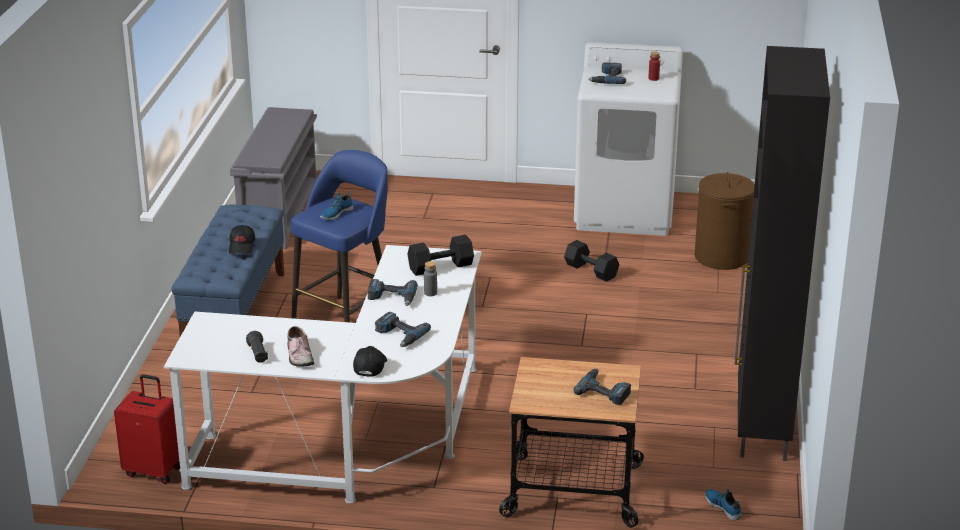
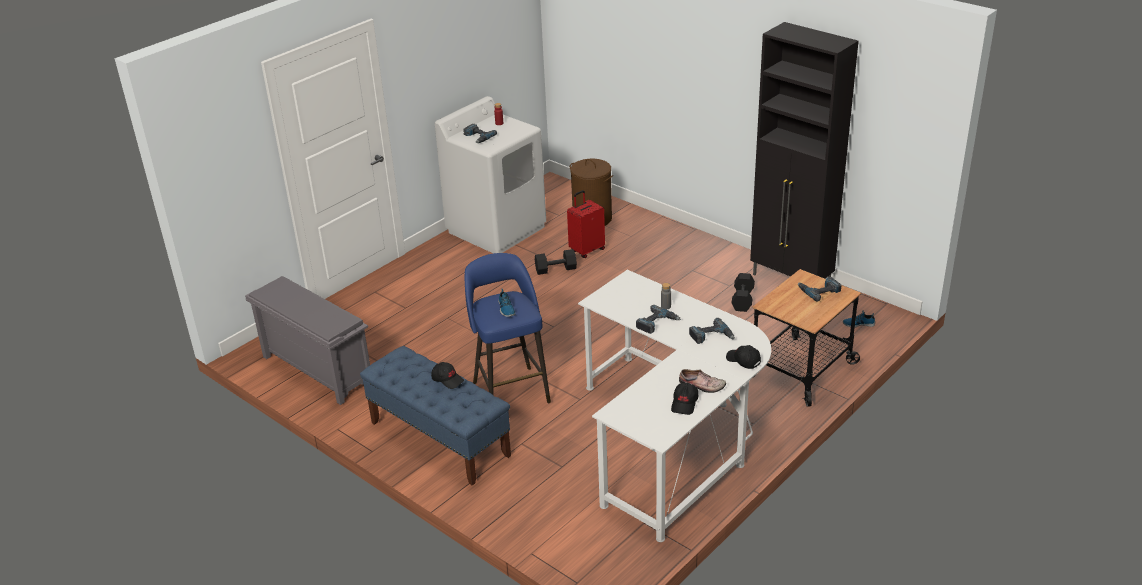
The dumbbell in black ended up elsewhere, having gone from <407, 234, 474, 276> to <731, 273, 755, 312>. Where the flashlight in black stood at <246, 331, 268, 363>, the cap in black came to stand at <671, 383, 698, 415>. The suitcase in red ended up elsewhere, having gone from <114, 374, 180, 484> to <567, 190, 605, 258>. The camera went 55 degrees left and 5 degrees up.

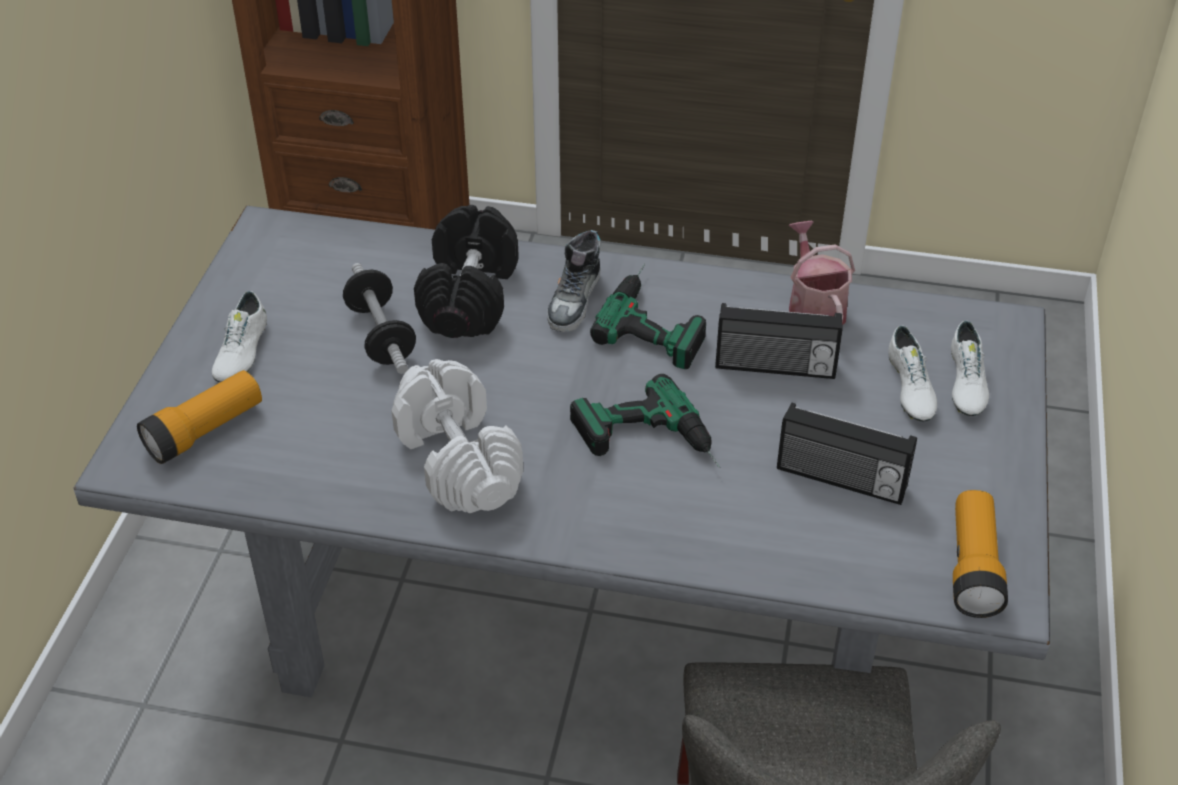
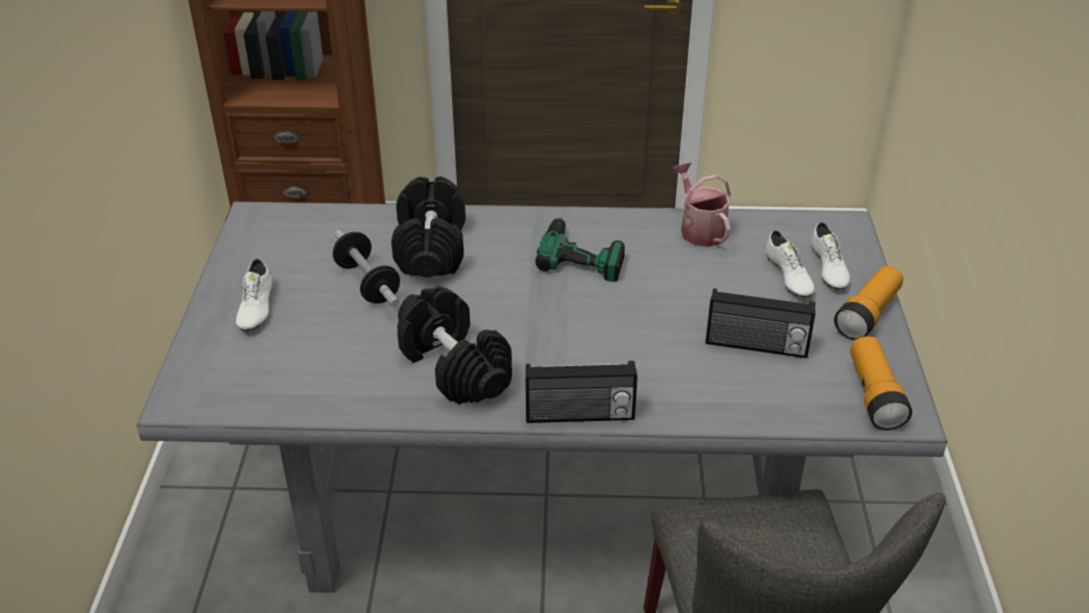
The second view lost the shoe at <547, 230, 601, 332>. The radio ended up elsewhere, having gone from <715, 303, 843, 379> to <525, 361, 637, 423>. What was the dumbbell in white at <391, 359, 523, 513> turned into the dumbbell in black at <397, 286, 512, 405>. The flashlight ended up elsewhere, having gone from <137, 370, 262, 464> to <834, 266, 903, 340>. The second view lost the power drill at <570, 374, 720, 468>. The camera went 10 degrees left and 5 degrees down.

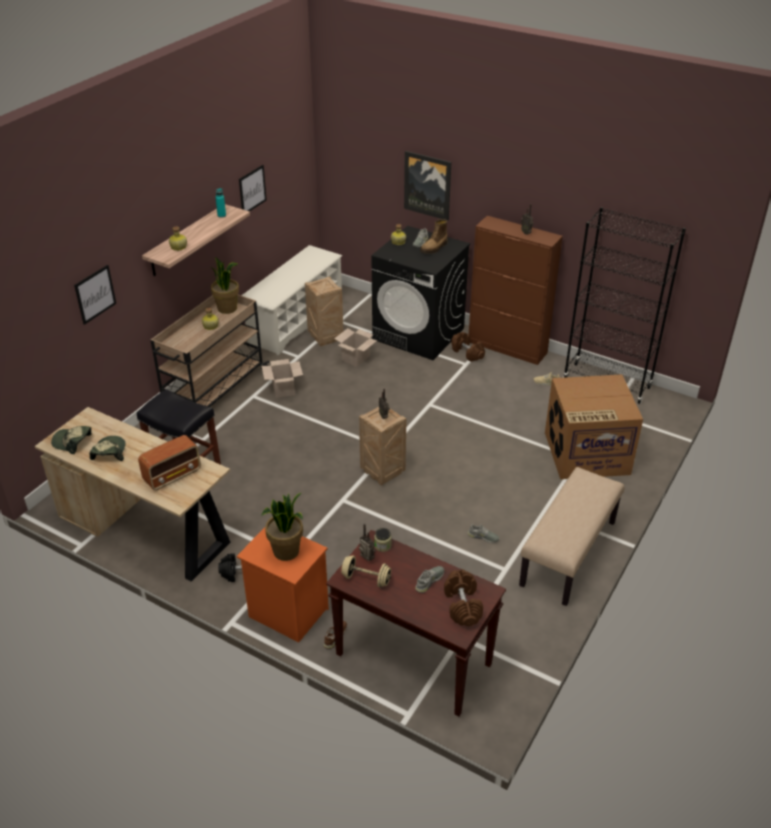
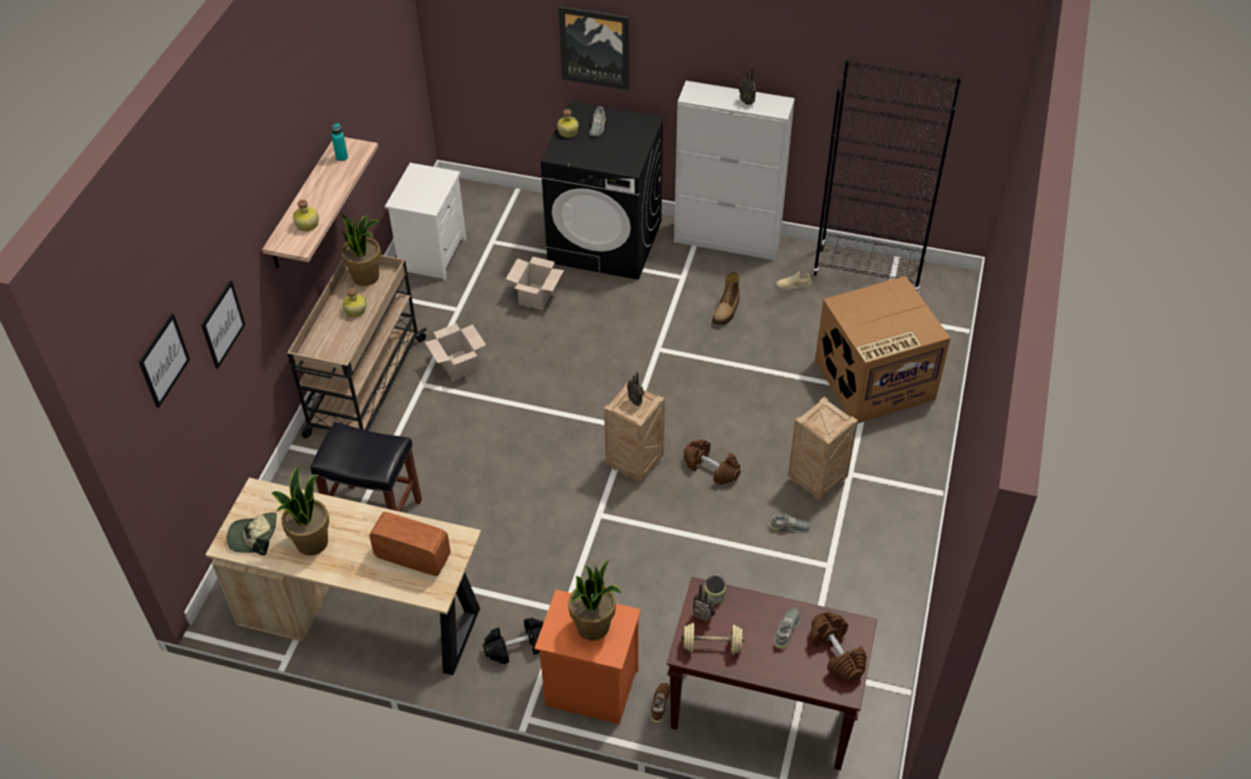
The picture ended up elsewhere, having gone from <239, 165, 267, 211> to <139, 313, 190, 408>. What was the cabinet in brown at <469, 216, 563, 365> turned into the cabinet in white at <674, 81, 795, 260>. The boot ended up elsewhere, having gone from <420, 219, 447, 254> to <712, 271, 740, 325>. Where the shoe rack in white stood at <241, 245, 342, 355>, the nightstand in white came to stand at <385, 163, 466, 280>. The crate ended up elsewhere, having gone from <305, 276, 343, 346> to <788, 397, 858, 501>. The dumbbell in brown ended up elsewhere, having gone from <451, 332, 485, 362> to <684, 439, 741, 485>. The radio at <138, 435, 201, 490> ended up facing another way, 105 degrees counterclockwise from before. Where the cap stood at <89, 436, 126, 461>, the potted plant came to stand at <272, 466, 330, 556>. The second view lost the bench in beige at <519, 467, 625, 606>. The camera went 15 degrees left and 10 degrees up.

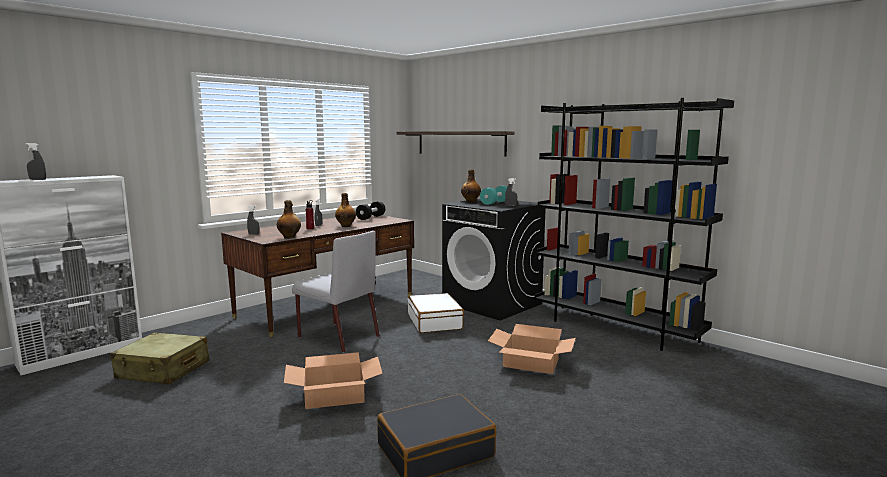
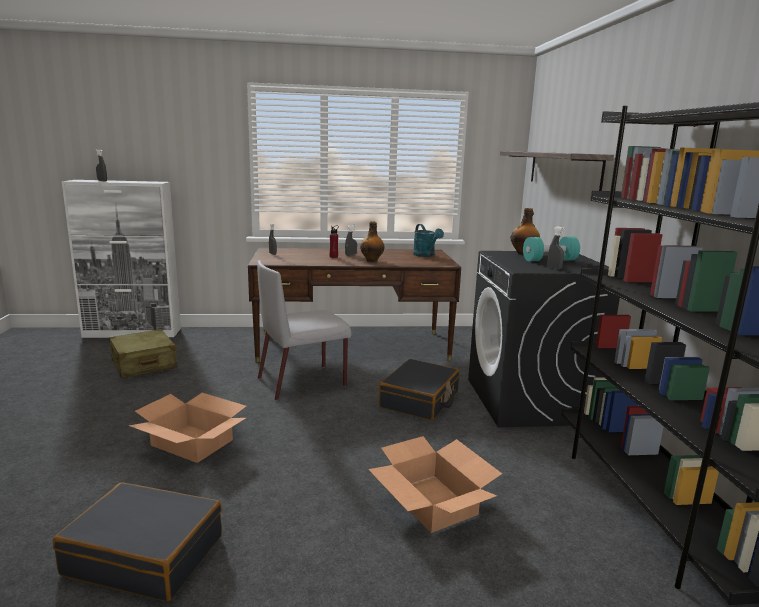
The second view lost the bottle at <277, 200, 301, 239>. Where the dumbbell in black stood at <356, 201, 385, 220>, the watering can in turquoise came to stand at <413, 224, 444, 257>. The chair in grey at <292, 231, 380, 353> ended up facing another way, 75 degrees clockwise from before. What was the suitcase in white at <408, 293, 464, 333> turned into the suitcase in black at <379, 359, 459, 421>. The camera went 40 degrees right and 5 degrees up.

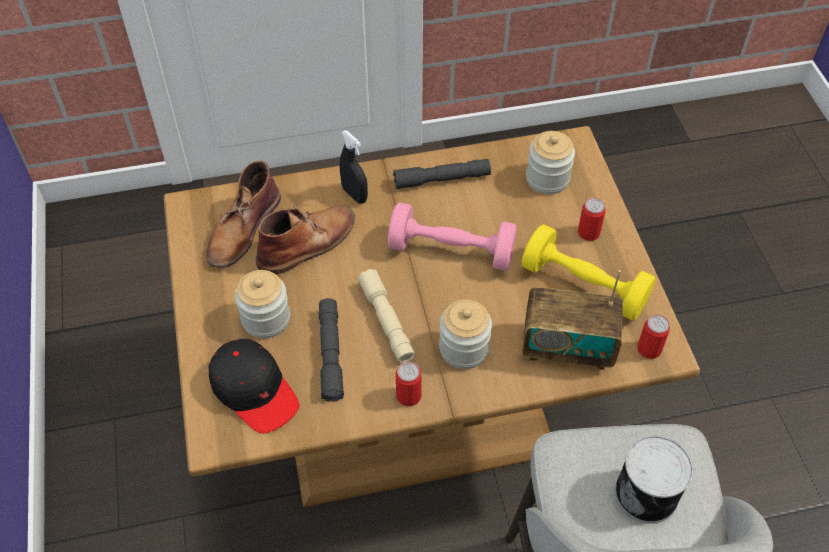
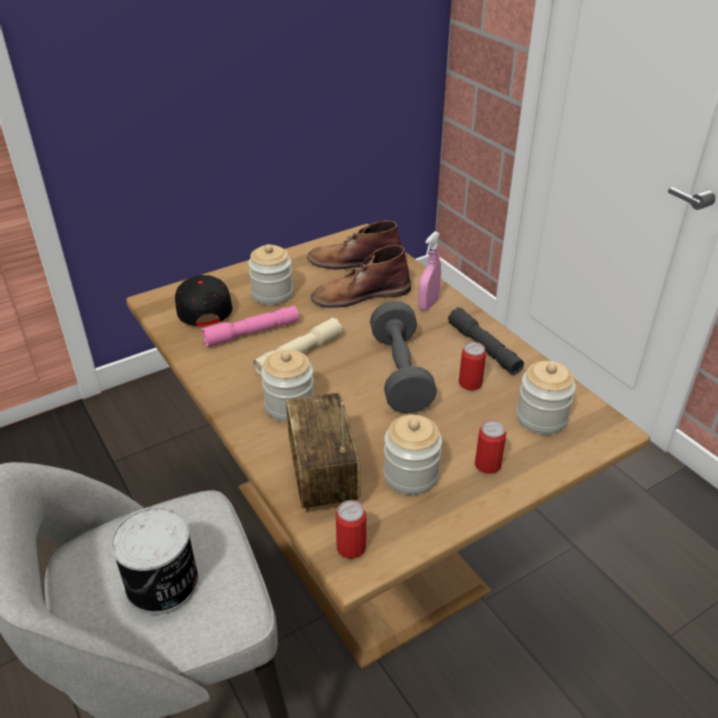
What was the spray bottle in black at <340, 130, 368, 204> turned into the spray bottle in pink at <418, 231, 441, 311>. What was the dumbbell in pink at <388, 202, 517, 271> turned into the dumbbell in grey at <370, 301, 437, 413>. The boot in brown at <256, 205, 355, 274> ended up facing another way, 135 degrees clockwise from before. Where the dumbbell in yellow stood at <522, 224, 656, 321>, the jar came to stand at <383, 415, 442, 495>. What was the flashlight in grey at <319, 298, 344, 402> turned into the flashlight in pink at <201, 306, 299, 347>. The cap in black at <208, 339, 299, 434> ended up facing another way, 135 degrees clockwise from before. The can ended up elsewhere, having gone from <396, 362, 422, 406> to <459, 342, 486, 390>. The camera went 70 degrees right and 15 degrees down.

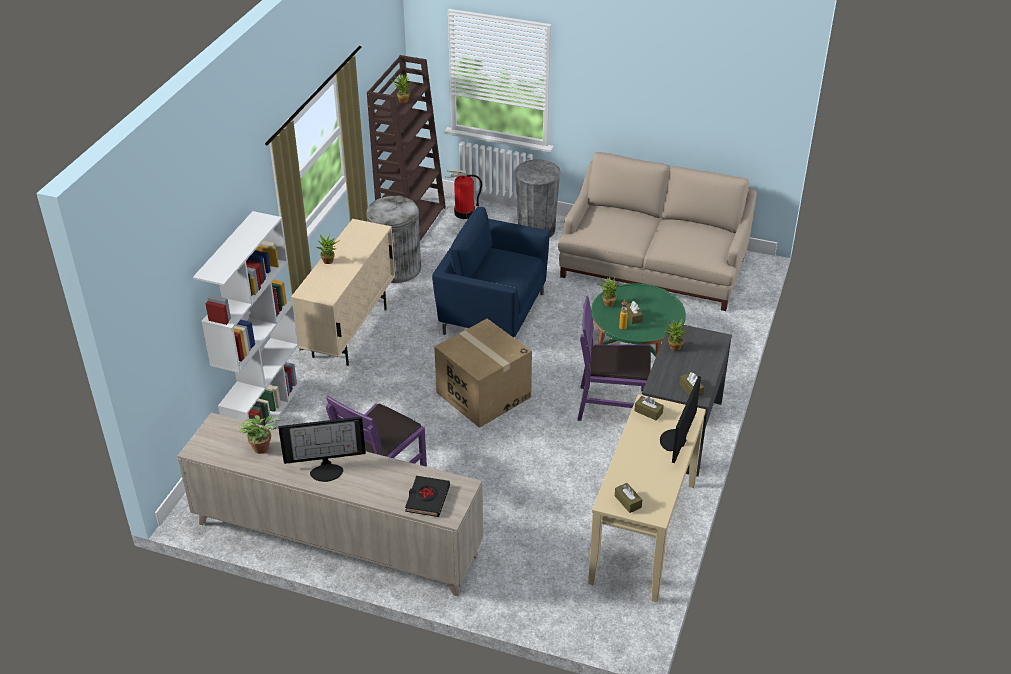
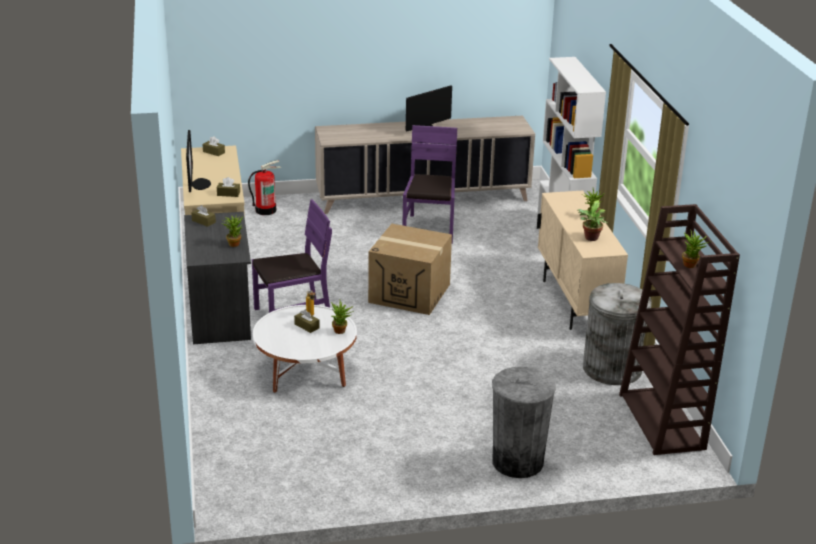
The second view lost the sofa in beige at <558, 152, 757, 311>. The fire extinguisher ended up elsewhere, having gone from <445, 169, 482, 219> to <248, 160, 281, 215>. The second view lost the armchair in blue at <432, 207, 550, 338>. What was the coffee table in green at <591, 283, 686, 357> turned into the coffee table in white at <253, 305, 357, 393>. The potted plant ended up elsewhere, having gone from <239, 415, 281, 454> to <577, 200, 608, 241>. The second view lost the book in black at <405, 476, 450, 517>. The camera went 150 degrees right and 10 degrees down.

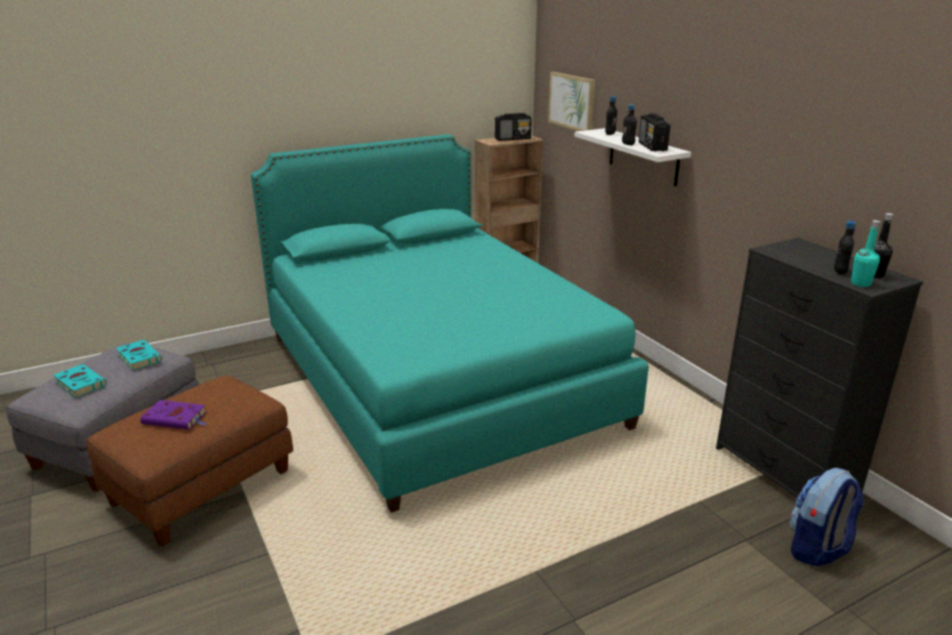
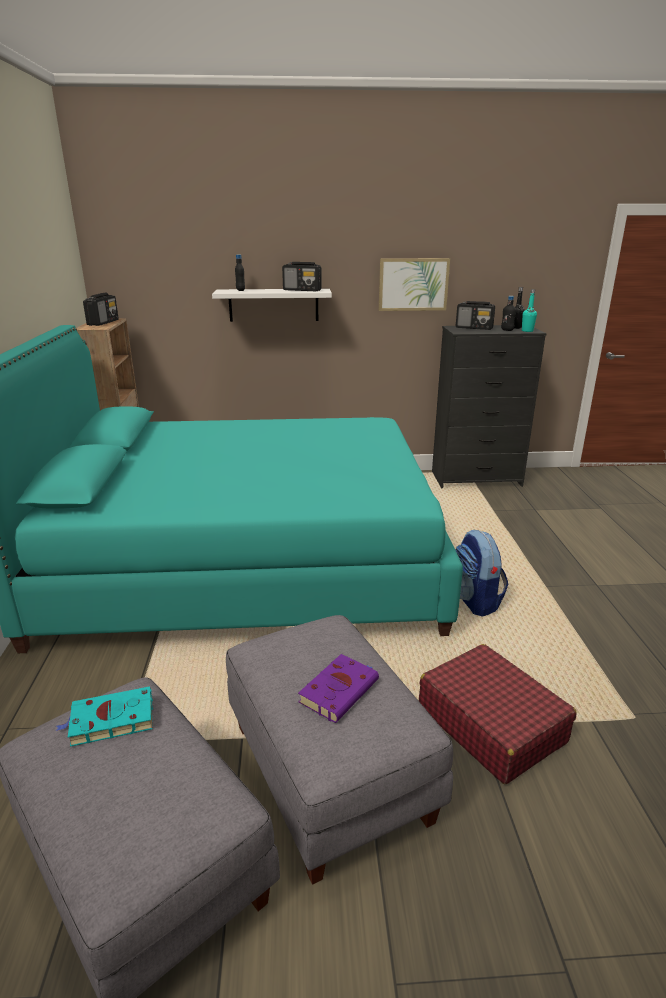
The picture ended up elsewhere, having gone from <548, 72, 595, 131> to <379, 258, 450, 311>. The second view lost the bottle in black at <622, 104, 637, 145>. The second view lost the book in turquoise at <53, 364, 107, 398>. What was the ottoman in brown at <86, 376, 293, 547> turned into the ottoman in grey at <226, 615, 453, 885>. The backpack ended up elsewhere, having gone from <790, 468, 864, 567> to <455, 530, 508, 617>. The second view gained the radio at <456, 301, 495, 330>. The second view gained the suitcase in red at <419, 644, 576, 784>. The camera went 65 degrees left and 0 degrees up.

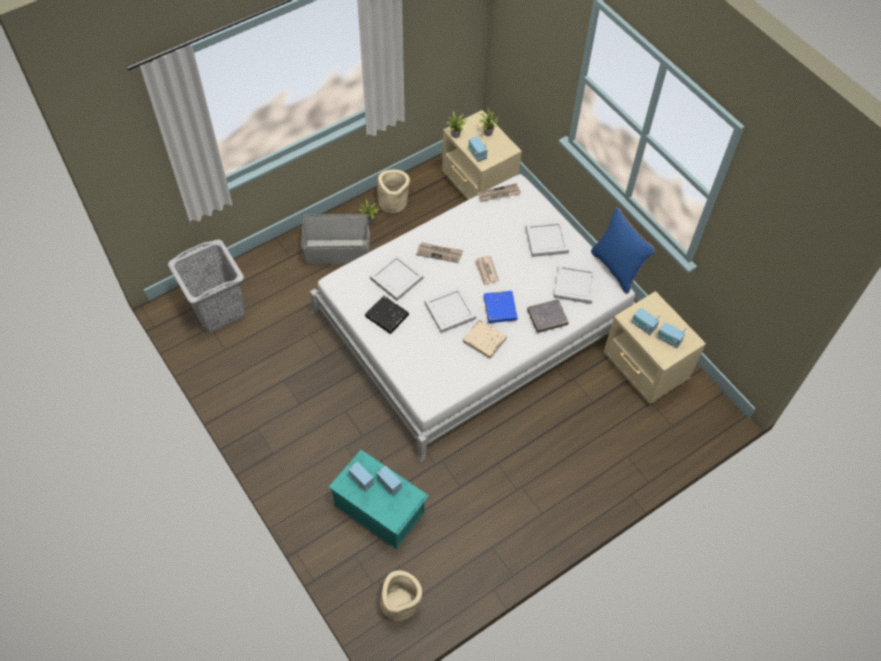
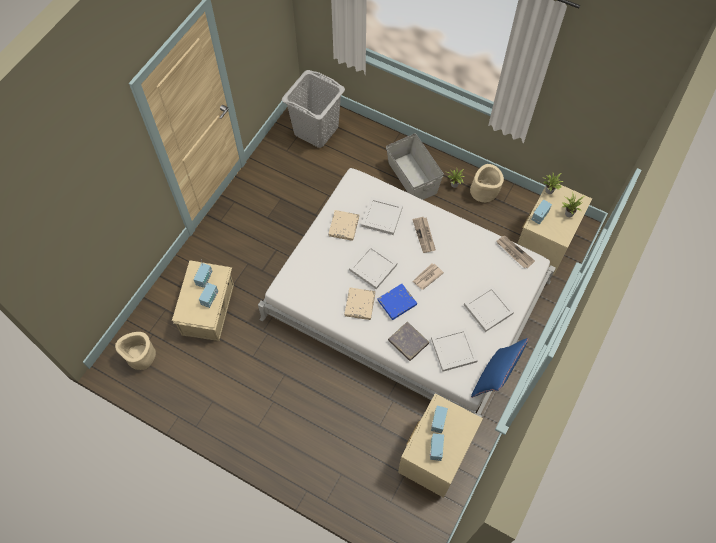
What was the book in black at <365, 296, 409, 334> turned into the book in beige at <328, 210, 359, 241>. What was the storage box in turquoise at <329, 450, 429, 549> turned into the storage box in beige at <172, 260, 234, 341>. The camera went 65 degrees right and 5 degrees up.

